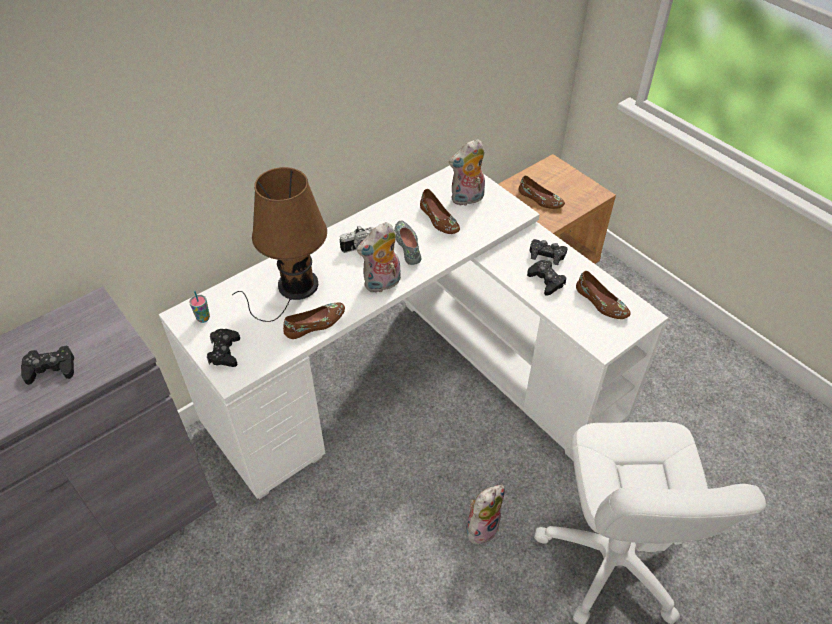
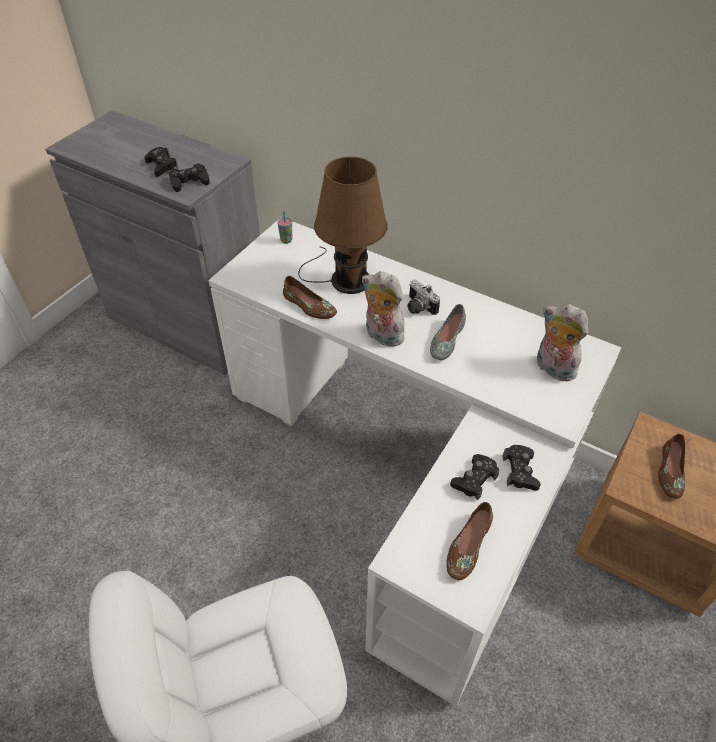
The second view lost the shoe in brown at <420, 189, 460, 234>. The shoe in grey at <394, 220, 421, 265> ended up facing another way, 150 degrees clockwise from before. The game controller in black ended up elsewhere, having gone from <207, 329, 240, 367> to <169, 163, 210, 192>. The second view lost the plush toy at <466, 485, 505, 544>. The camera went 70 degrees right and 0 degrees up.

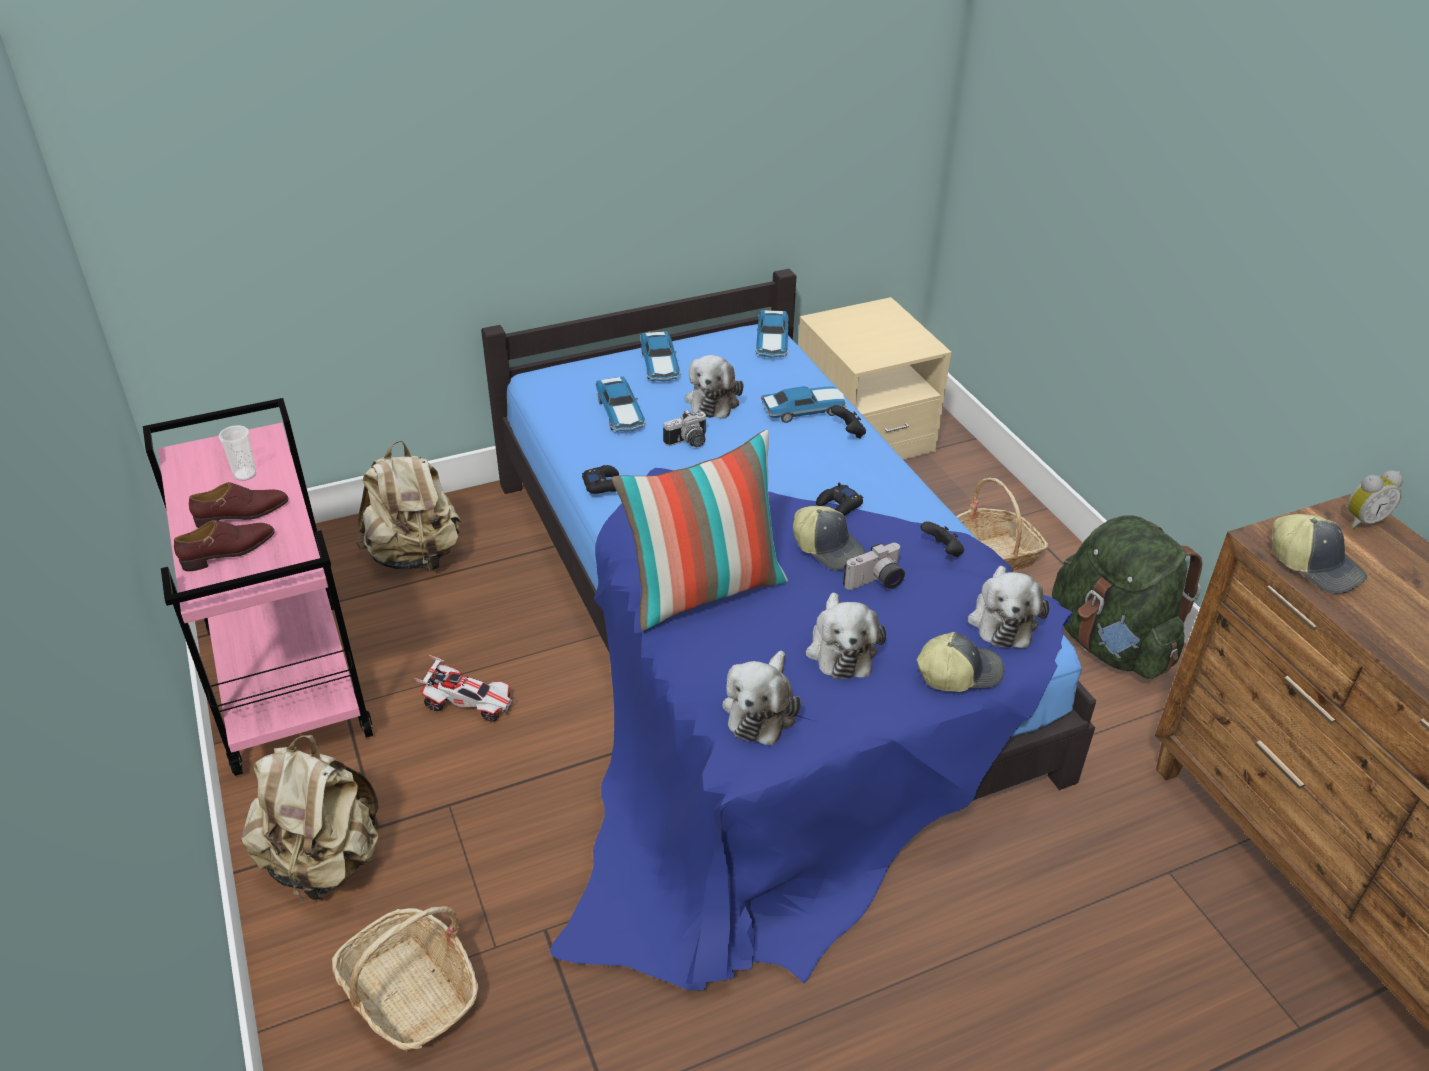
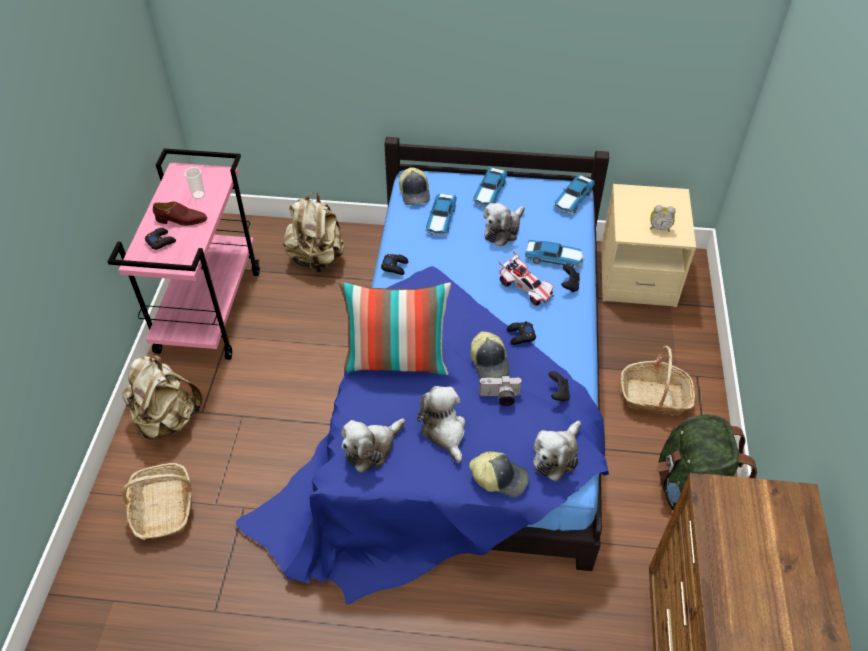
The second view lost the photo camera at <663, 410, 706, 447>. The alarm clock ended up elsewhere, having gone from <1348, 470, 1403, 530> to <650, 205, 676, 232>. The cap ended up elsewhere, having gone from <1272, 514, 1367, 594> to <399, 167, 430, 205>. Where the shoe in brown stood at <174, 520, 275, 571>, the game controller in black came to stand at <144, 228, 176, 250>. The plush toy at <805, 592, 886, 679> ended up facing another way, 135 degrees clockwise from before. The toy car ended up elsewhere, having gone from <414, 655, 514, 722> to <498, 251, 554, 306>. The camera went 30 degrees right and 10 degrees up.

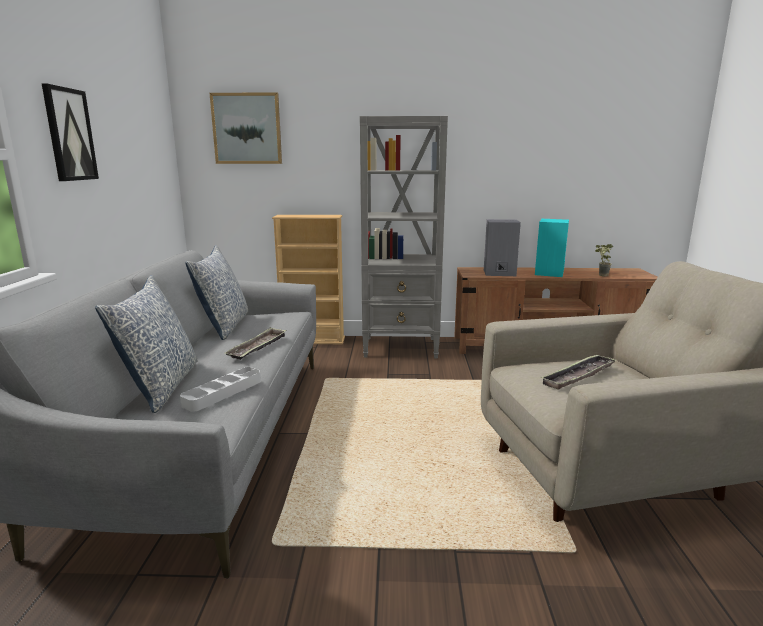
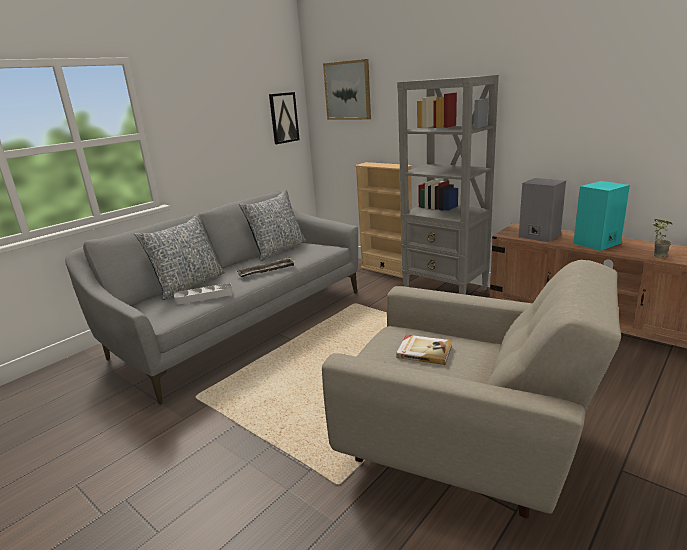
The picture ended up elsewhere, having gone from <42, 84, 99, 181> to <269, 92, 300, 144>. Where the tray stood at <540, 354, 616, 390>, the book came to stand at <396, 335, 452, 365>. The camera went 40 degrees right and 5 degrees up.

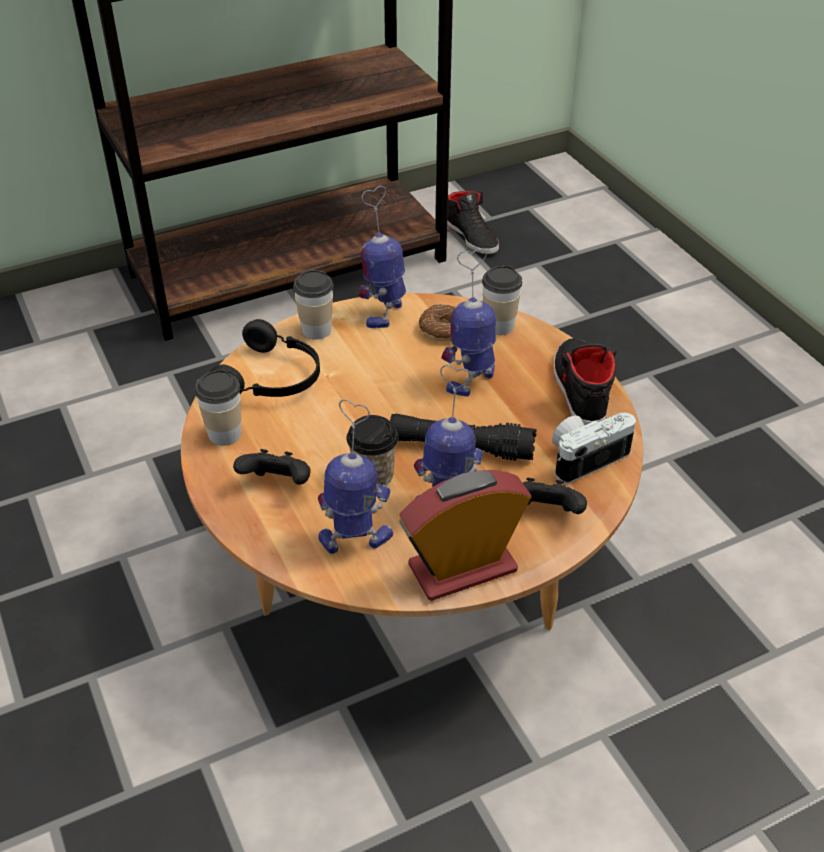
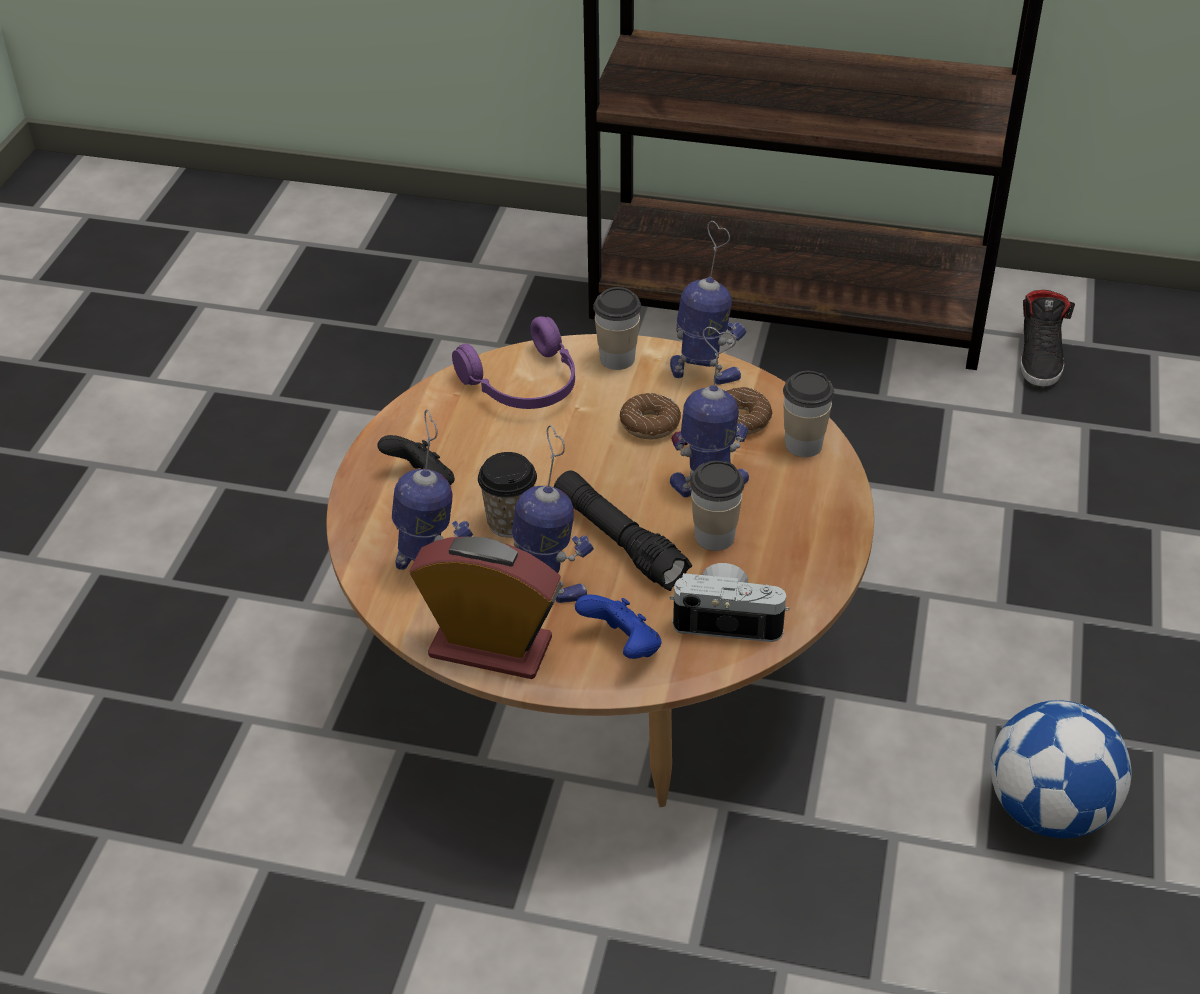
The toy robot at <359, 186, 406, 328> ended up facing another way, 45 degrees clockwise from before. What was the headphones in black at <210, 319, 320, 397> turned into the headphones in purple at <452, 316, 575, 409>. The second view lost the shoe in black at <554, 338, 617, 425>. The cup ended up elsewhere, having gone from <195, 369, 242, 446> to <690, 461, 744, 551>. What was the game controller in black at <523, 478, 587, 514> turned into the game controller in blue at <575, 595, 662, 659>. The second view gained the donut at <620, 393, 681, 439>. The second view gained the football at <990, 700, 1131, 838>. The camera went 40 degrees right and 0 degrees up.

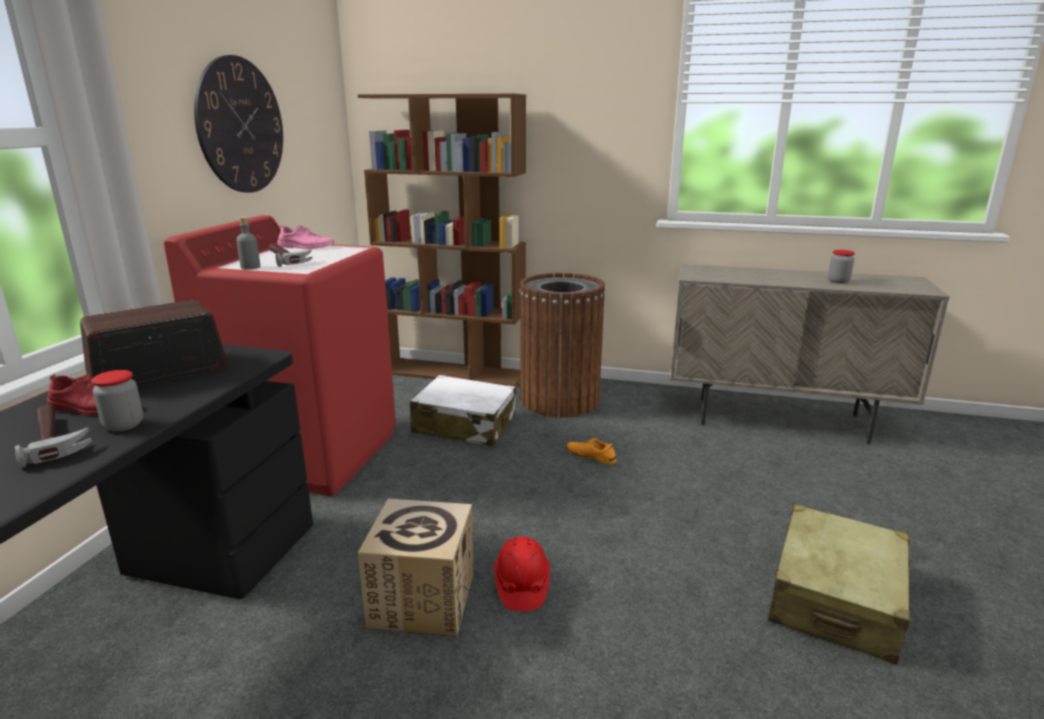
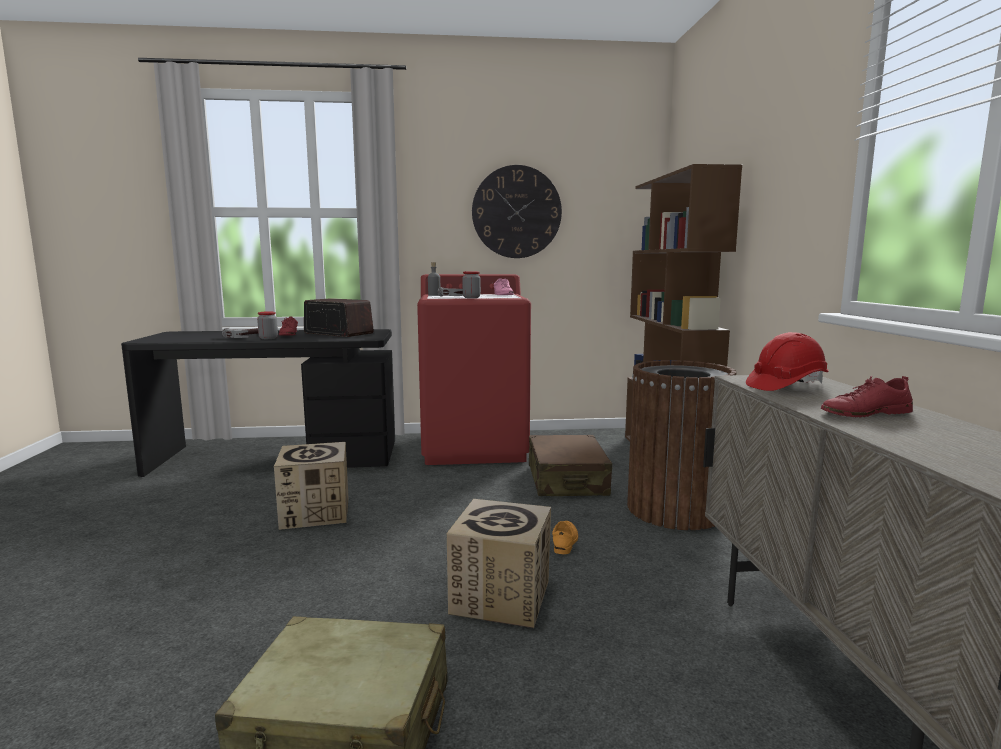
The jar ended up elsewhere, having gone from <828, 250, 855, 284> to <462, 271, 481, 298>. What was the suitcase in white at <410, 375, 516, 446> turned into the suitcase in brown at <529, 435, 612, 496>. The hard hat in red ended up elsewhere, having gone from <494, 537, 550, 611> to <746, 332, 829, 391>. The second view gained the shoe in red at <821, 376, 913, 418>. The second view gained the cardboard box at <447, 499, 551, 628>. The camera went 70 degrees right and 10 degrees down.

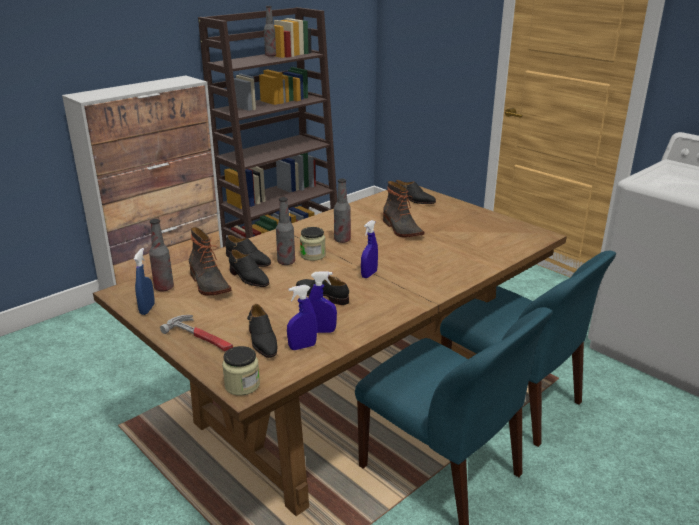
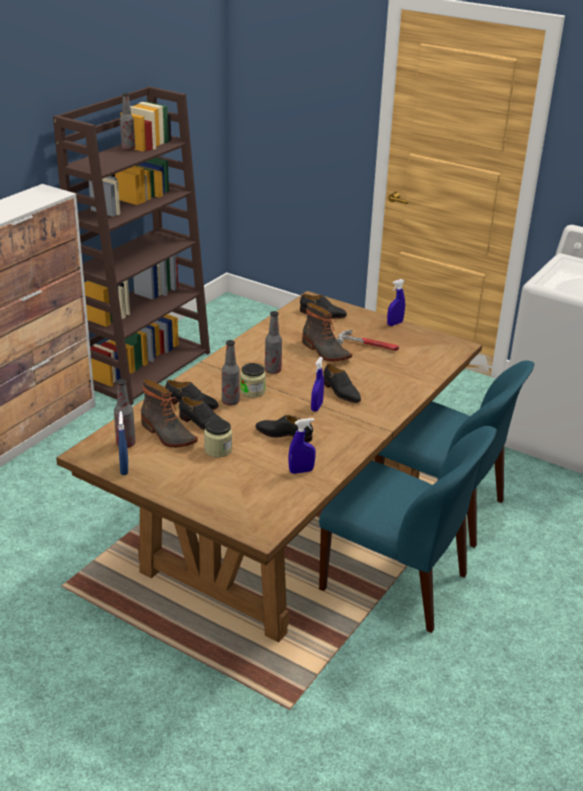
The spray bottle in blue ended up elsewhere, having gone from <287, 285, 317, 350> to <387, 279, 405, 326>. The shoe in black ended up elsewhere, having gone from <247, 304, 277, 358> to <324, 363, 361, 403>. The hammer ended up elsewhere, having gone from <160, 315, 233, 351> to <337, 330, 399, 351>. The jar ended up elsewhere, having gone from <222, 346, 260, 396> to <204, 419, 232, 457>. The camera went 15 degrees left and 5 degrees up.

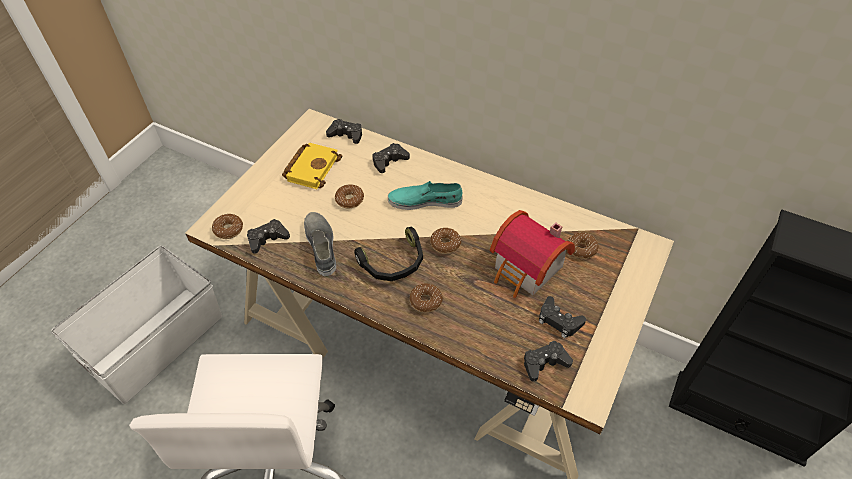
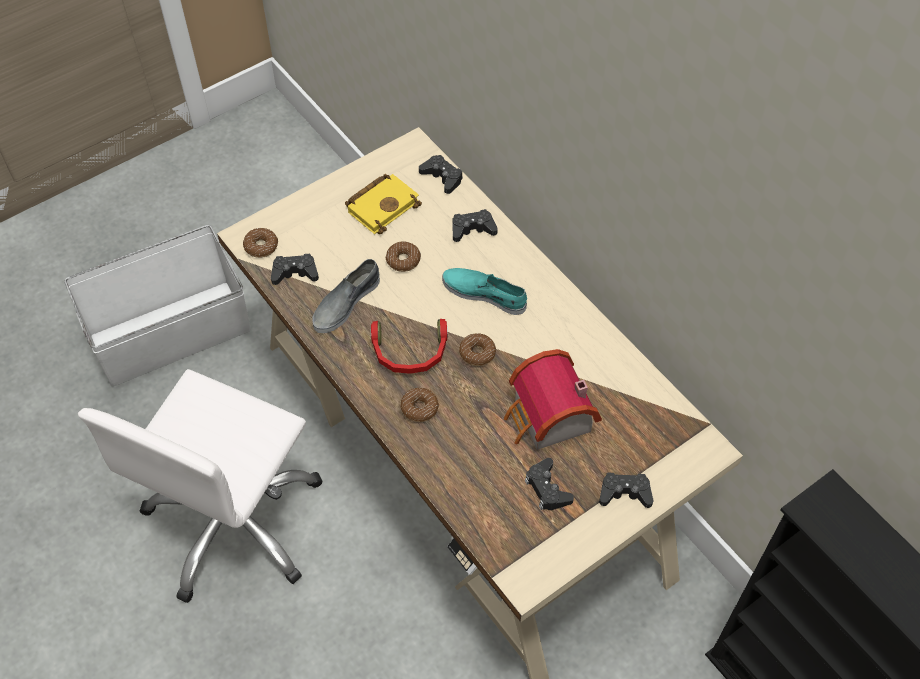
The shoe in grey at <304, 212, 336, 276> ended up facing another way, 150 degrees counterclockwise from before. What was the headphones in black at <355, 227, 423, 281> turned into the headphones in red at <371, 319, 448, 374>. The second view lost the donut at <568, 232, 599, 259>. The game controller in black ended up elsewhere, having gone from <524, 340, 573, 382> to <599, 473, 654, 508>. The camera went 25 degrees right and 5 degrees up.

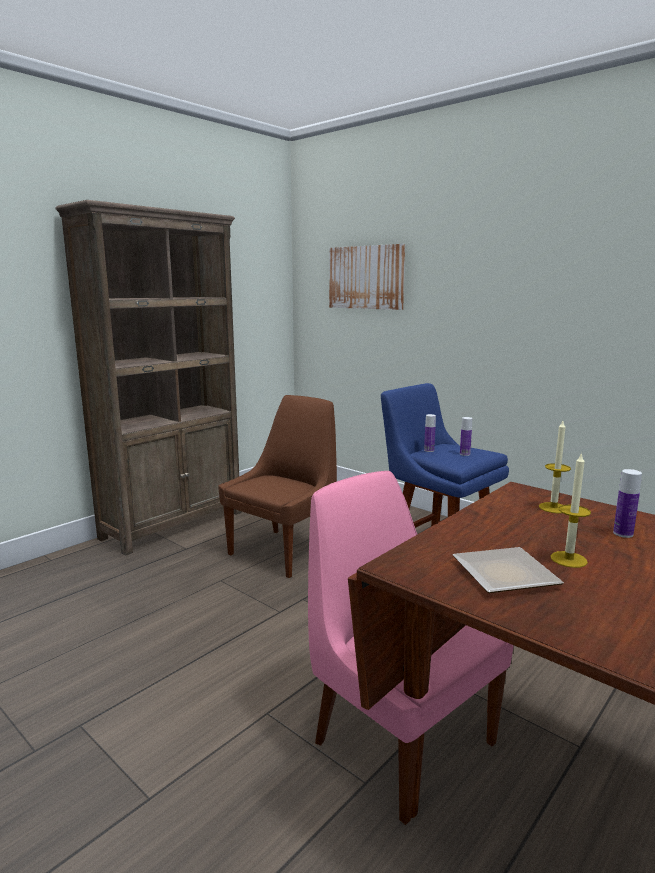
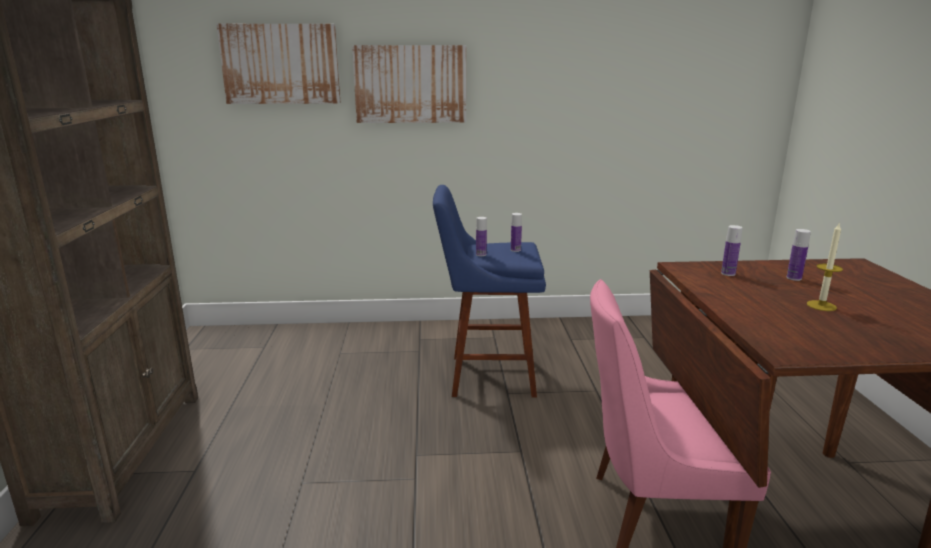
The second view lost the chair in brown at <218, 395, 337, 578>. Where the candle stood at <539, 421, 571, 513>, the bottle came to stand at <721, 225, 743, 276>. The second view lost the plate at <453, 547, 564, 593>. The second view gained the picture at <352, 45, 466, 123>. The camera went 45 degrees left and 5 degrees up.

